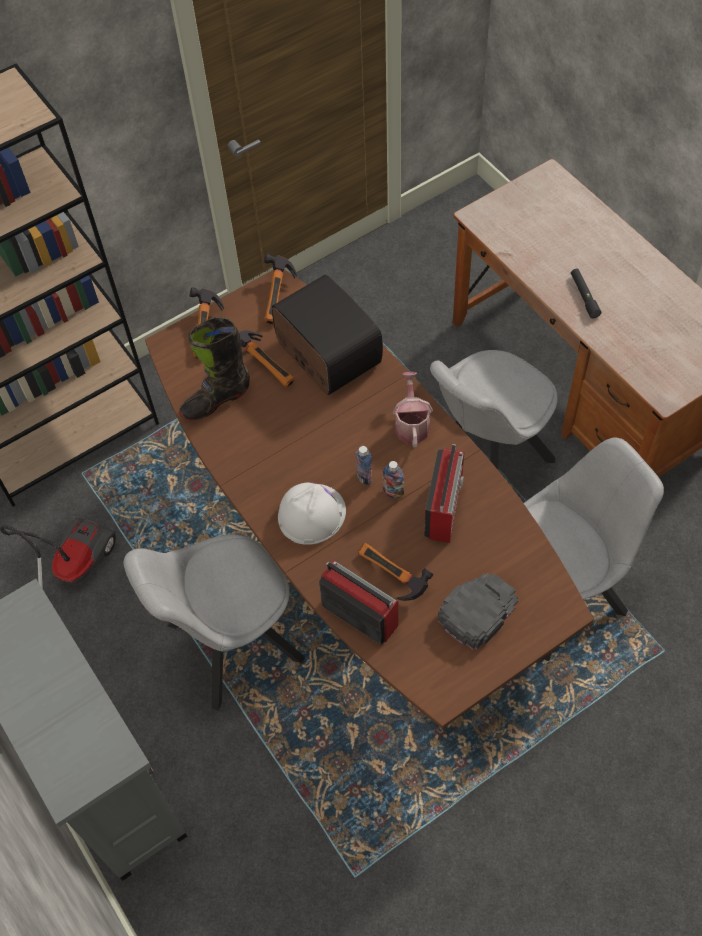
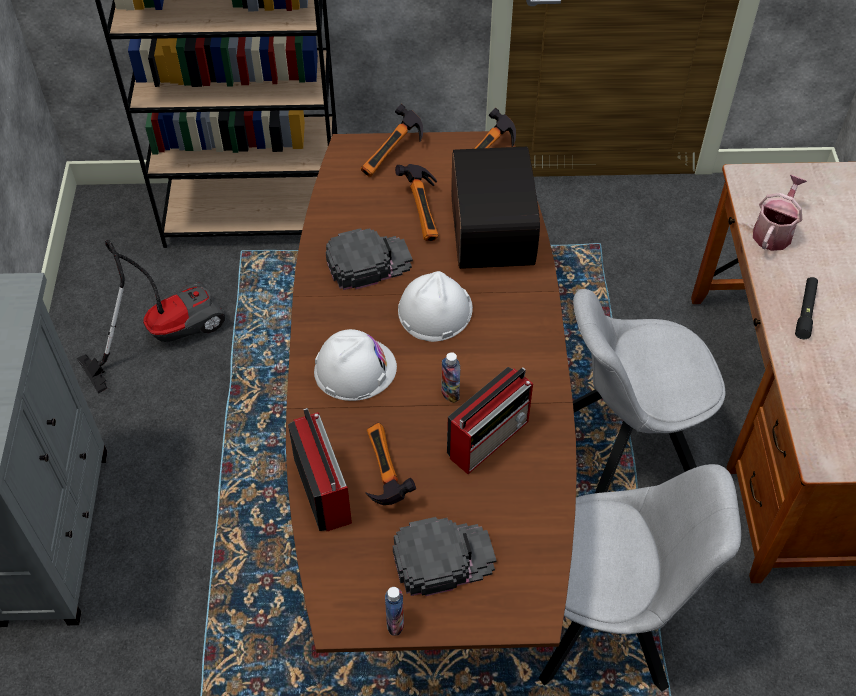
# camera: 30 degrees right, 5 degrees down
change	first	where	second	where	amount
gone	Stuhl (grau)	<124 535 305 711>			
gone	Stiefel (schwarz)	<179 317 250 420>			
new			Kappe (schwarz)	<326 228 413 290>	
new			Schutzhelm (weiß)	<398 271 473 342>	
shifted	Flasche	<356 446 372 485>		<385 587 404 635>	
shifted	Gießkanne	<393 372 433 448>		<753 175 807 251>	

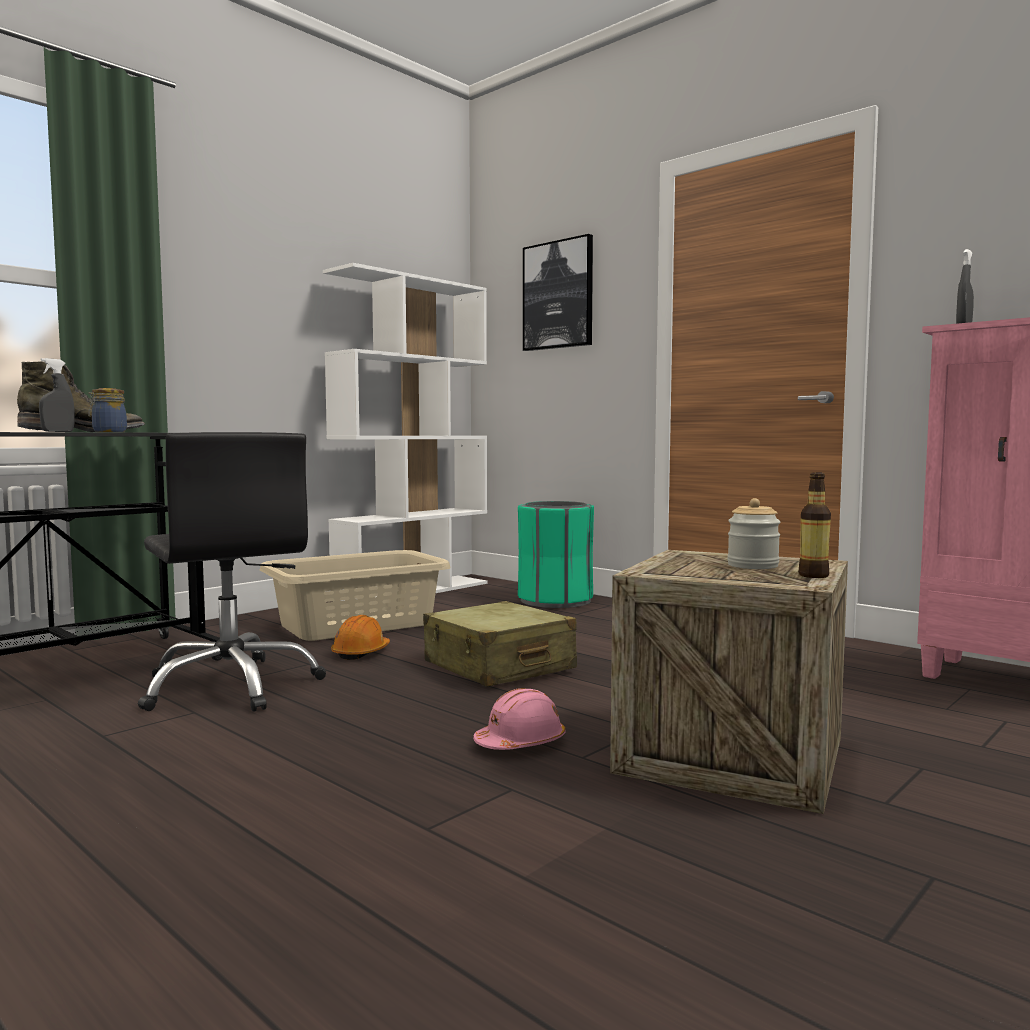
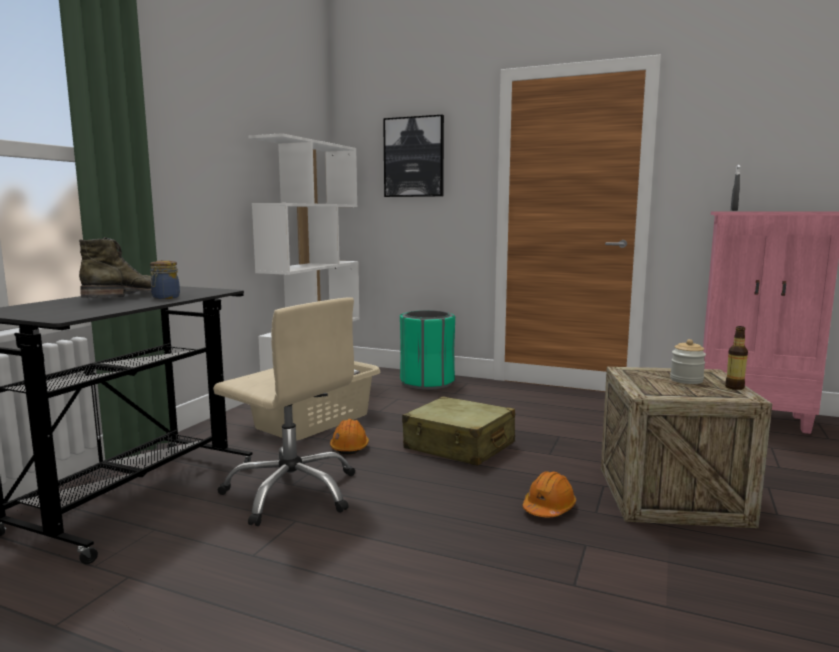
# camera: 20 degrees left, 5 degrees up
change	first	where	second	where	amount
gone	Sprühflasche (grau)	<39 358 75 432>			
repainted	Bürostuhl (schwarz)	<138 432 326 712>	Bürostuhl (beige)	<213 297 355 526>	
repainted	Schutzhelm (rosa)	<473 688 566 750>	Schutzhelm (orange)	<522 471 576 517>	

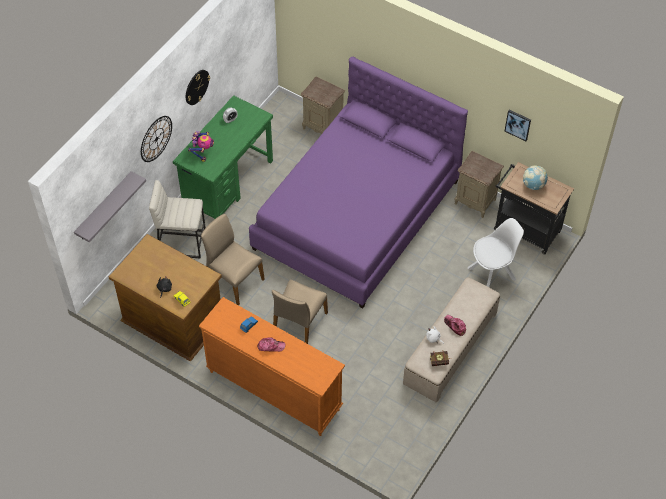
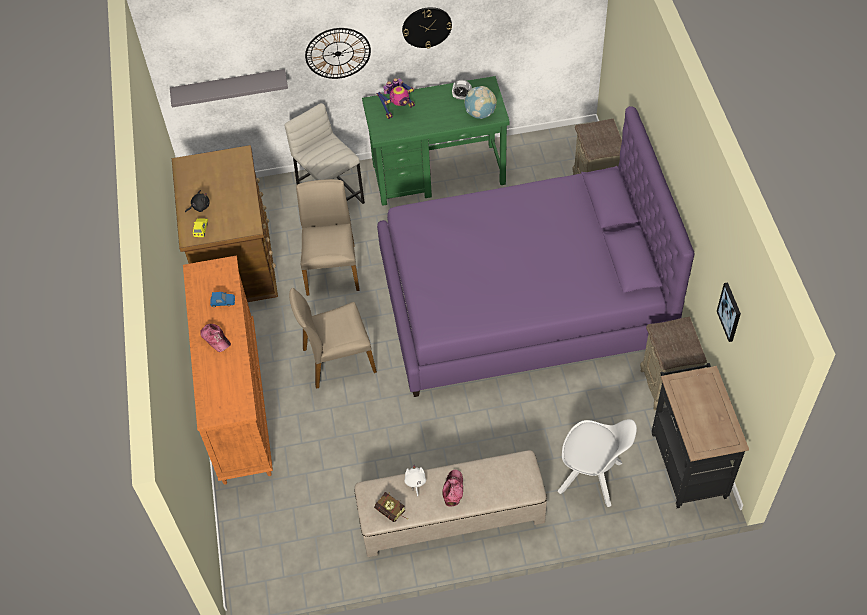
# camera: 50 degrees right, 0 degrees up
change	first	where	second	where	amount
shifted	Globus	<523 166 548 190>		<464 86 497 119>	

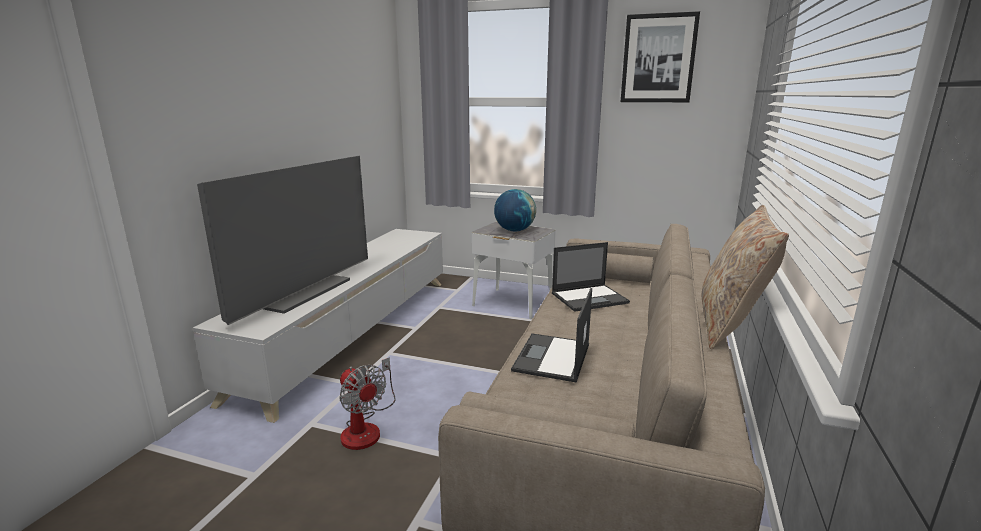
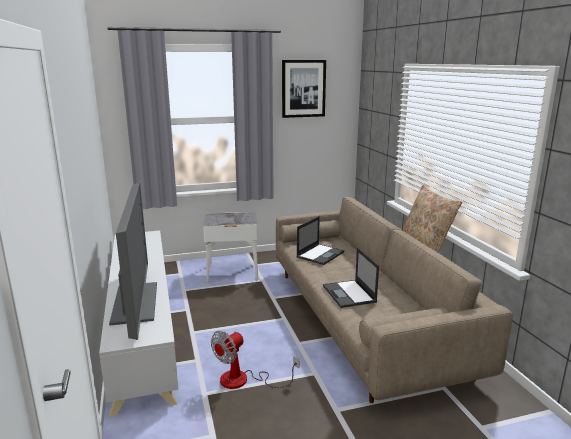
# camera: 35 degrees left, 0 degrees up
change	first	where	second	where	amount
gone	Globus	<494 189 536 231>			
rotated	Ventilator	<339 357 396 450>		<211 331 299 389>	120 degrees clockwise

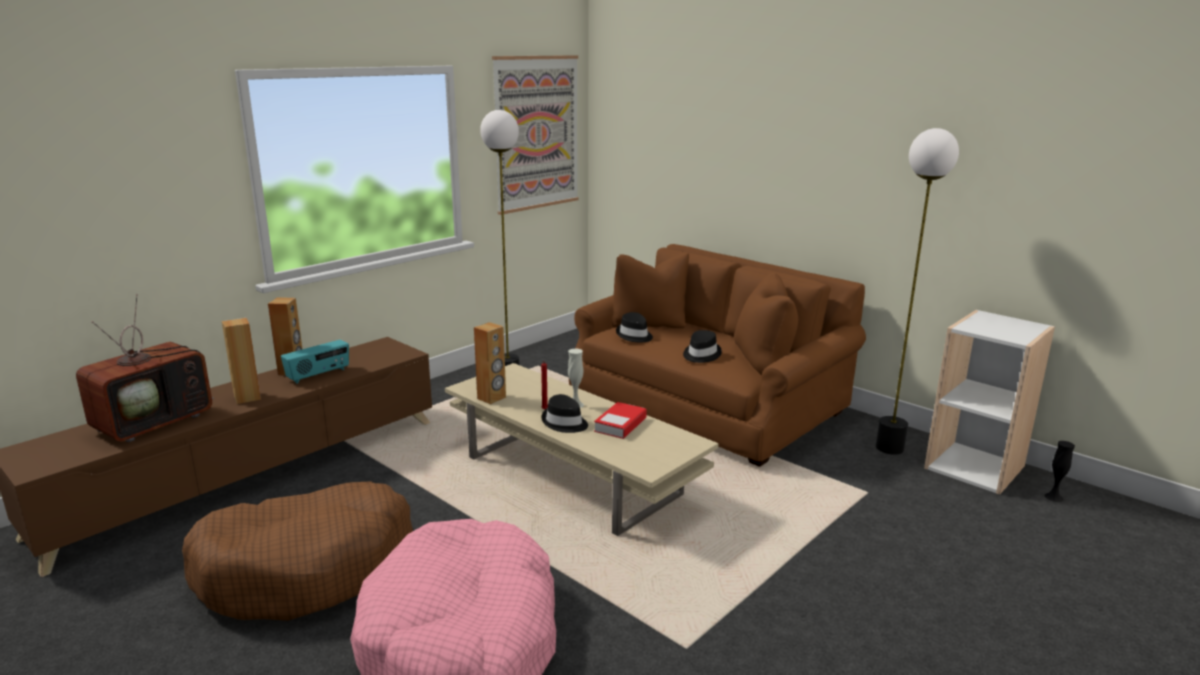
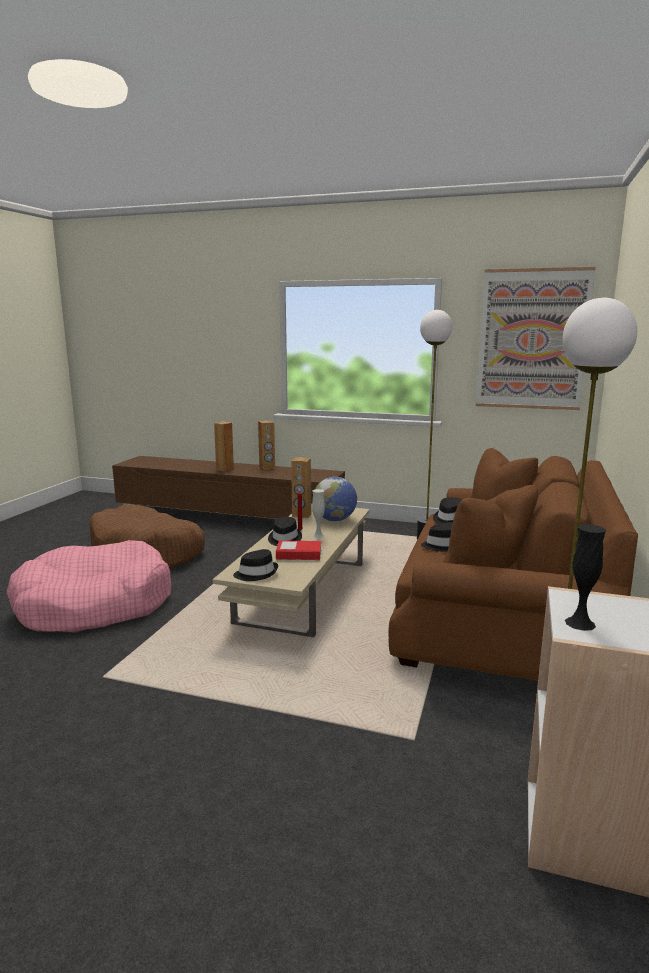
# camera: 65 degrees right, 5 degrees down
change	first	where	second	where	amount
gone	Fernseher	<76 294 215 442>			
gone	Radio	<281 340 349 384>			
new			Hut (schwarz)	<233 549 278 581>	
new			Globus	<315 477 357 521>	
shifted	Vase (schwarz)	<1044 441 1075 502>		<565 524 606 631>	

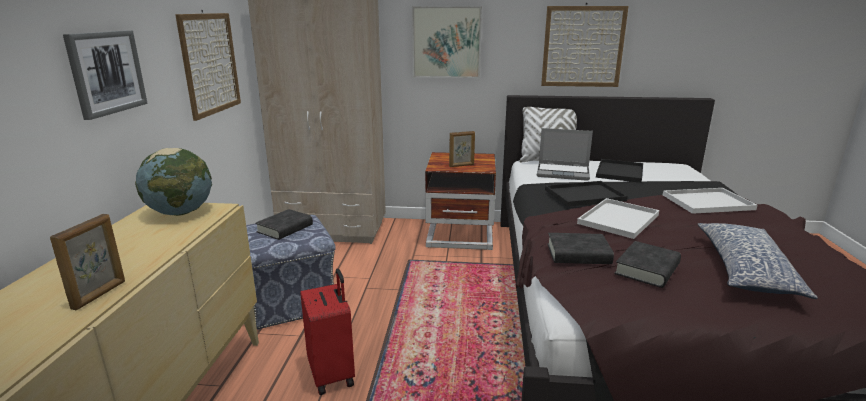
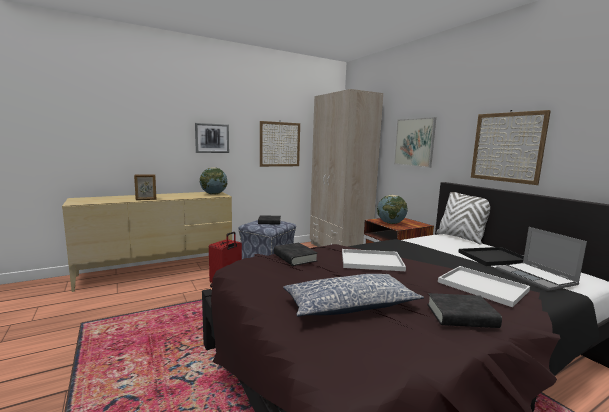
# camera: 55 degrees right, 10 degrees down
change	first	where	second	where	amount
gone	Tablett (schwarz)	<545 181 628 207>			
shifted	Laptop	<537 128 593 181>		<496 227 587 291>	
shifted	Buch (schwarz)	<614 241 681 288>		<427 293 502 328>	
swapped	Bilderrahmen	<449 131 475 167>	Globus	<377 195 408 224>	

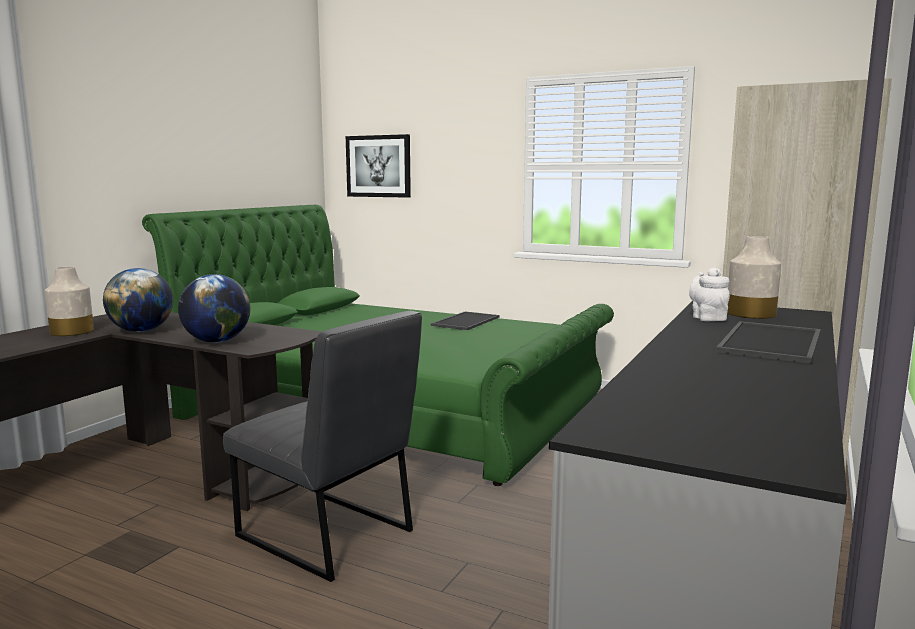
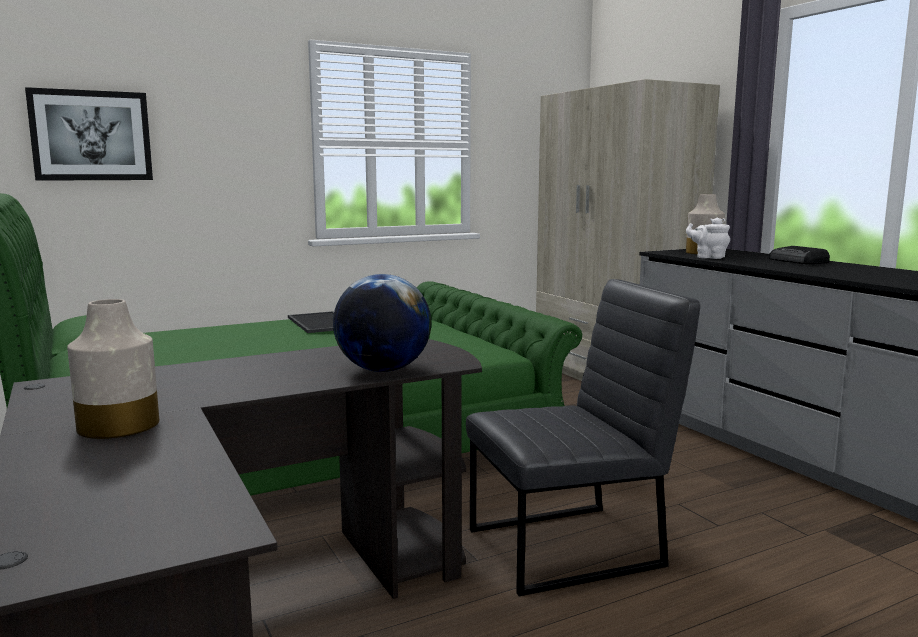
# camera: 55 degrees left, 0 degrees up
change	first	where	second	where	amount
gone	Globus	<103 268 173 332>			
swapped	Tablett	<716 321 821 364>	Radio	<769 246 830 264>	

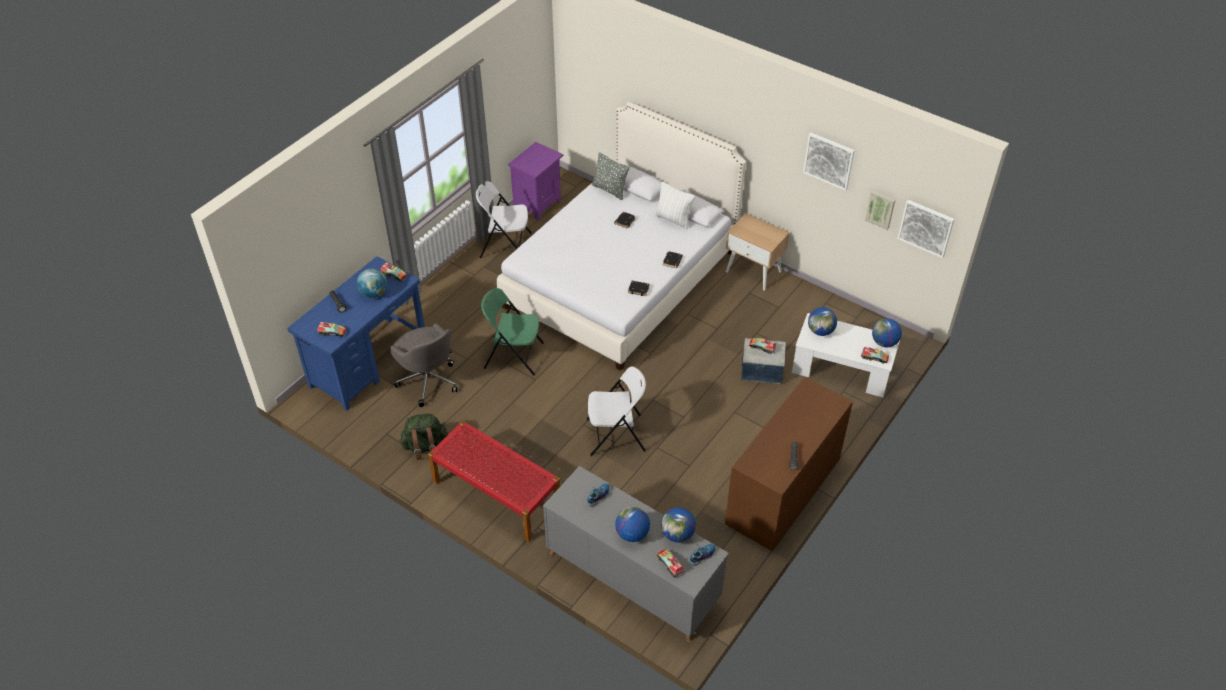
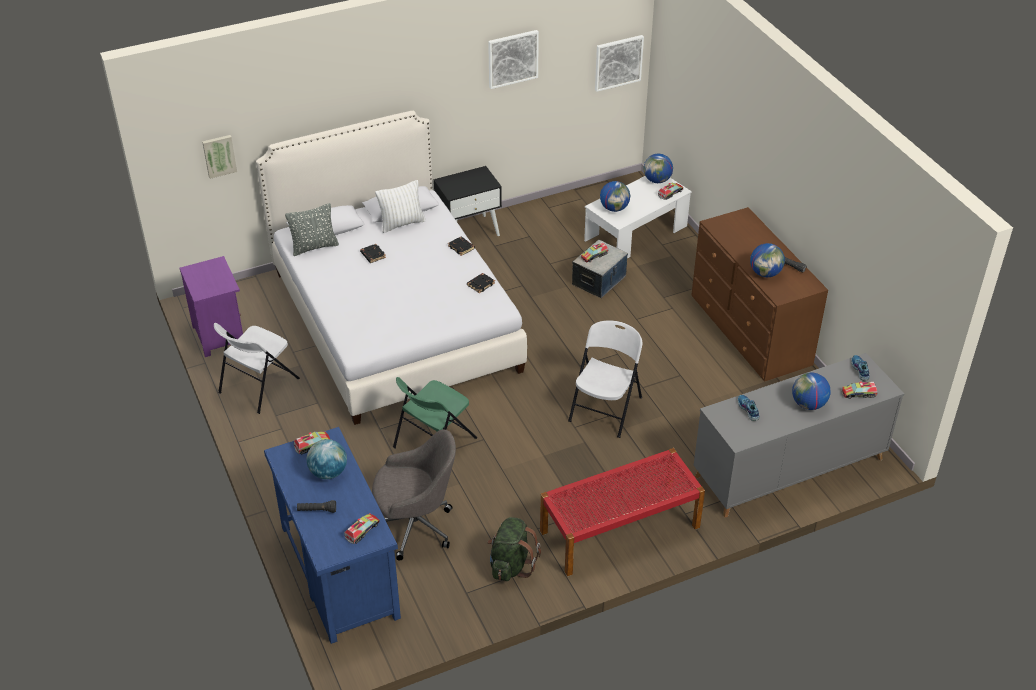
# camera: 60 degrees left, 5 degrees down
change	first	where	second	where	amount
shifted	Globus	<661 507 696 543>		<750 243 785 277>	
shifted	Bild	<865 190 895 230>		<202 135 237 179>	
repainted	Nachttisch (beige)	<726 213 789 290>	Nachttisch (schwarz)	<433 166 502 236>	

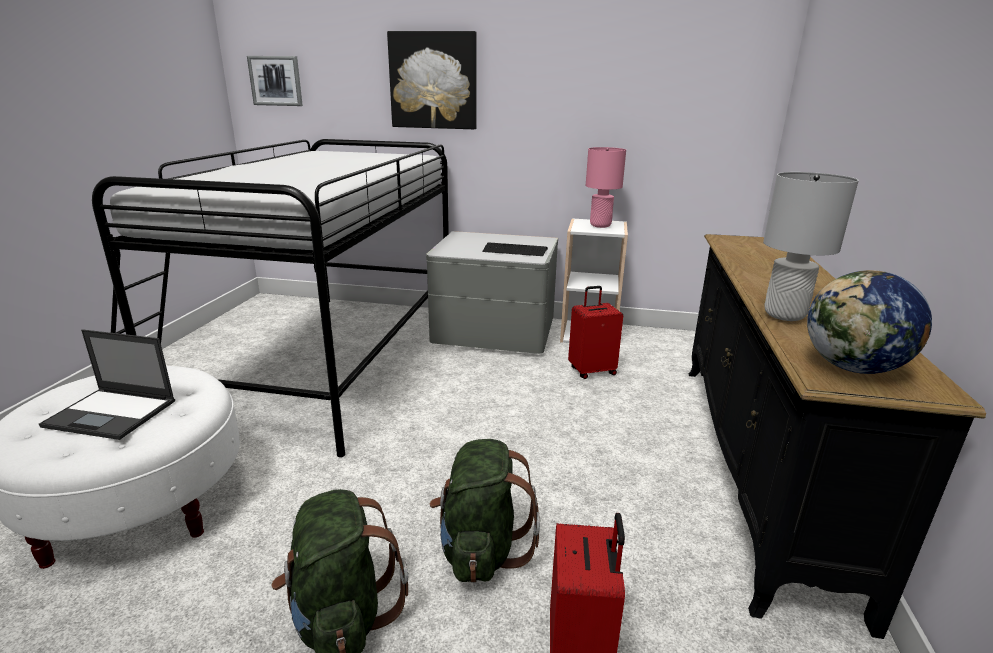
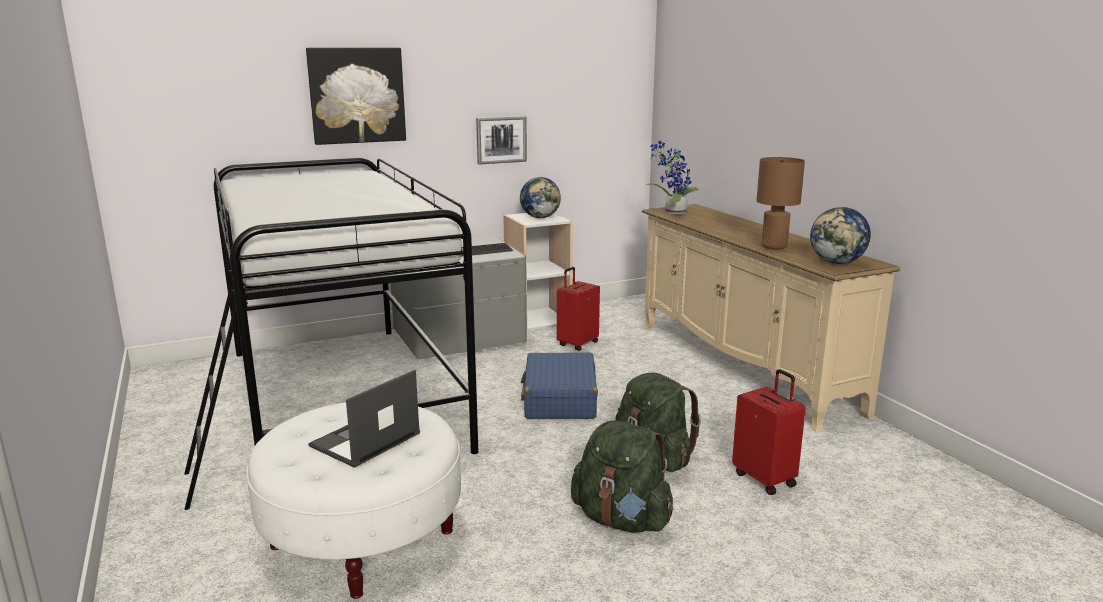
# camera: 35 degrees left, 5 degrees down
change	first	where	second	where	amount
new			Koffer (blau)	<521 353 598 419>	
new			Topfpflanze	<646 141 699 215>	
shifted	Bild	<247 56 303 106>		<476 116 527 165>	
swapped	Tischlampe (rosa)	<586 147 626 228>	Globus	<520 177 561 218>	
repainted	Kommode (schwarz)	<689 234 986 639>	Kommode (beige)	<642 204 900 432>	
repainted	Tischlampe (grau)	<763 172 859 321>	Tischlampe (braun)	<756 157 805 250>	
rotated	Laptop	<39 329 175 440>		<308 370 420 468>	150 degrees clockwise

